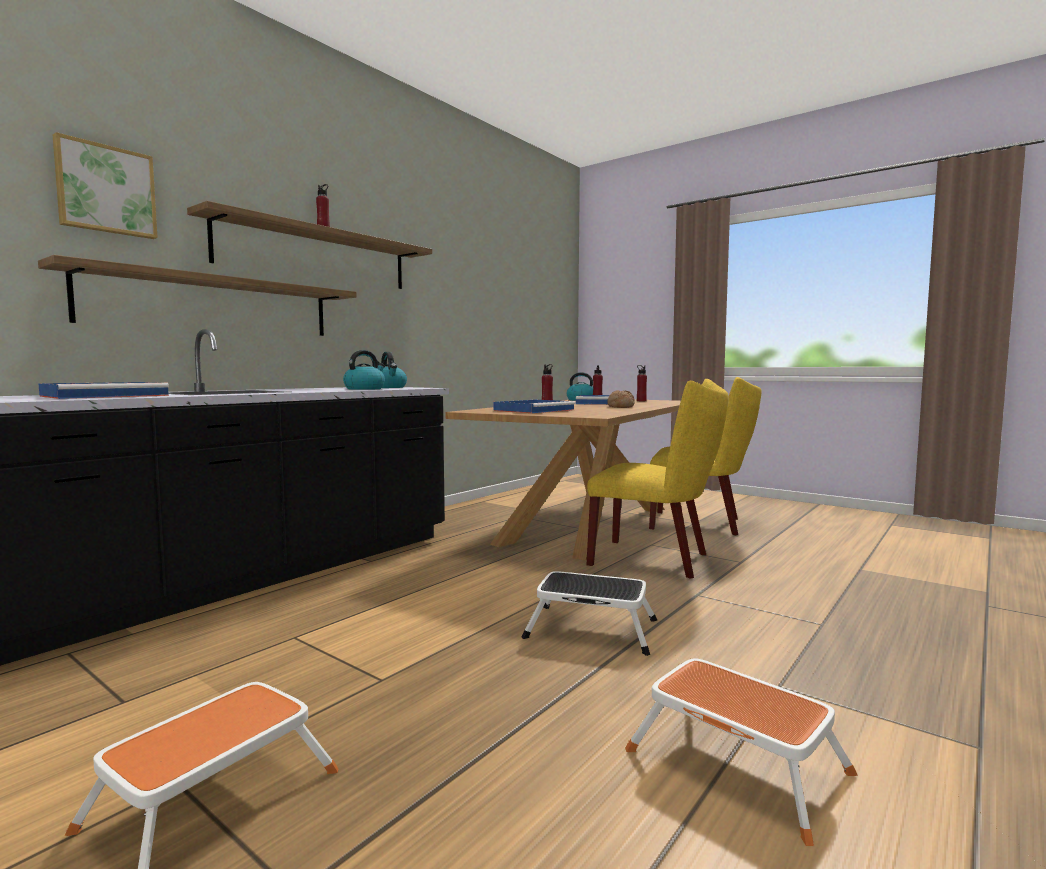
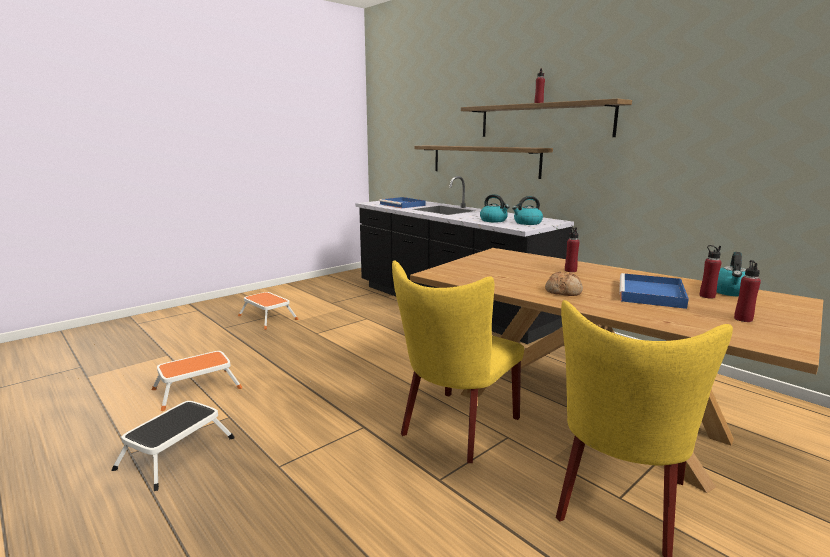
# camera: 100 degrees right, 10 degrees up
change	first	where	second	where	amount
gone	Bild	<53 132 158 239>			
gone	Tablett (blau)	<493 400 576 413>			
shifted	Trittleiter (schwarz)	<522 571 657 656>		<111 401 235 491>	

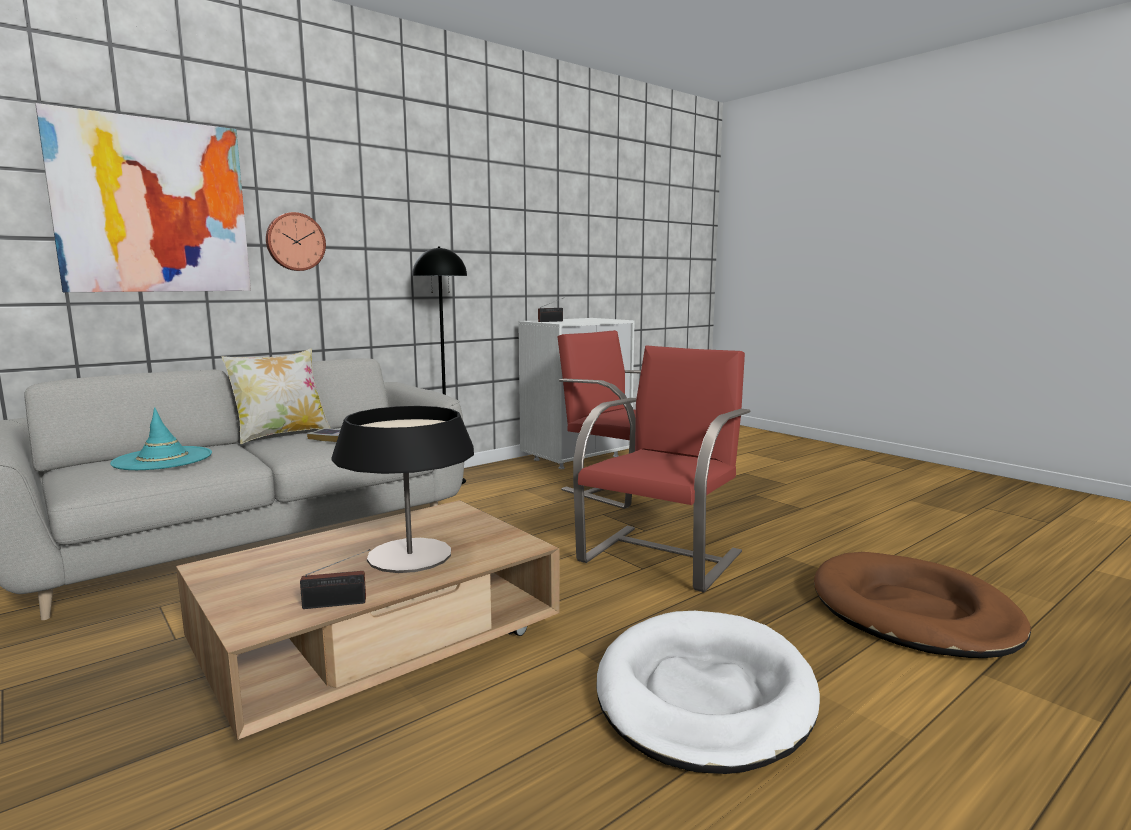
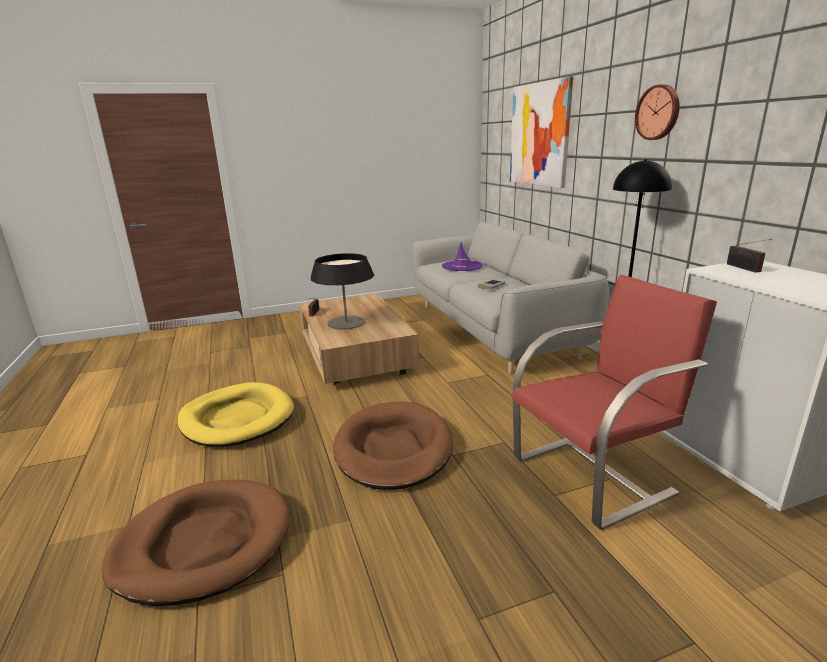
# camera: 110 degrees right, 10 degrees up
change	first	where	second	where	amount
gone	Kissen	<221 349 330 444>			
shifted	Wanduhr	<266 212 326 271>		<635 85 680 140>	
swapped	Sessel (rot)	<573 345 751 592>	Hundebett (braun)	<333 401 453 490>	
repainted	Hut (türkis)	<110 407 212 470>	Hut (lila)	<442 242 483 271>	
repainted	Hundebett (weiß)	<596 611 820 774>	Hundebett (gelb)	<178 382 294 447>	

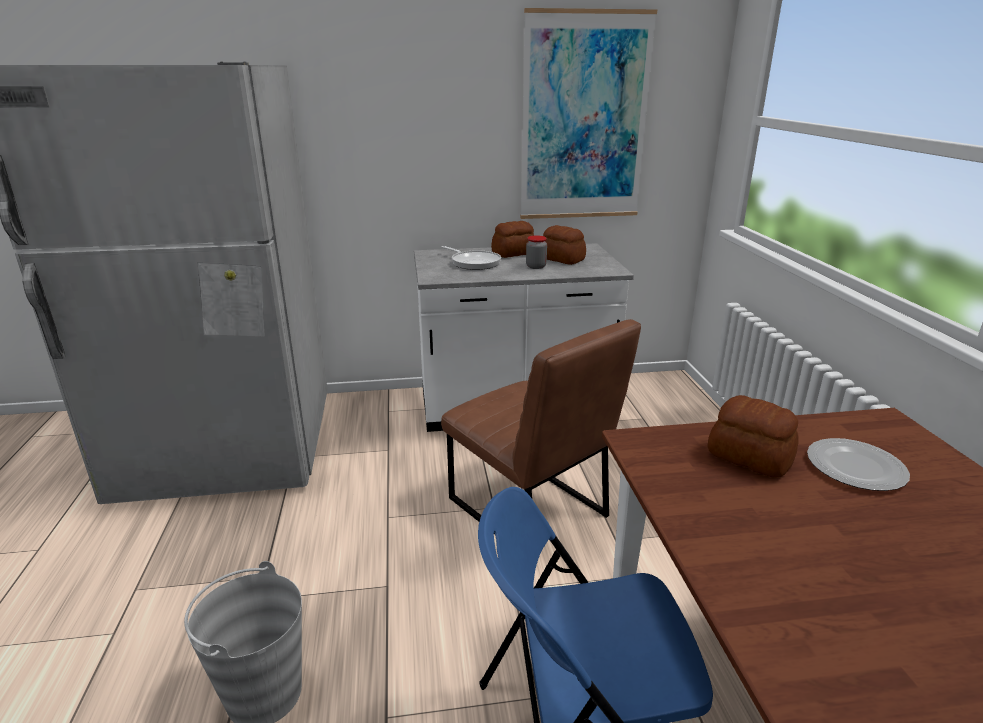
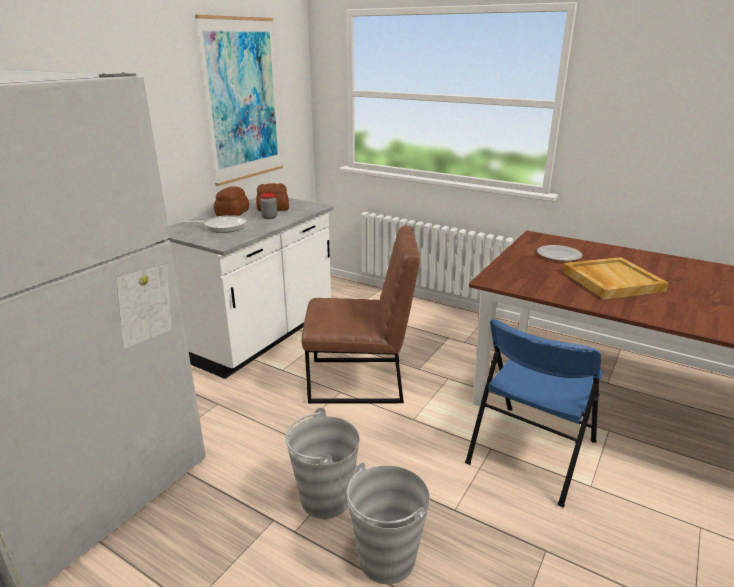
# camera: 50 degrees left, 0 degrees up
change	first	where	second	where	amount
gone	Brot	<707 395 799 477>			
new			Eimer (grau)	<285 408 360 519>	
new			Tablett (beige)	<562 257 668 300>	

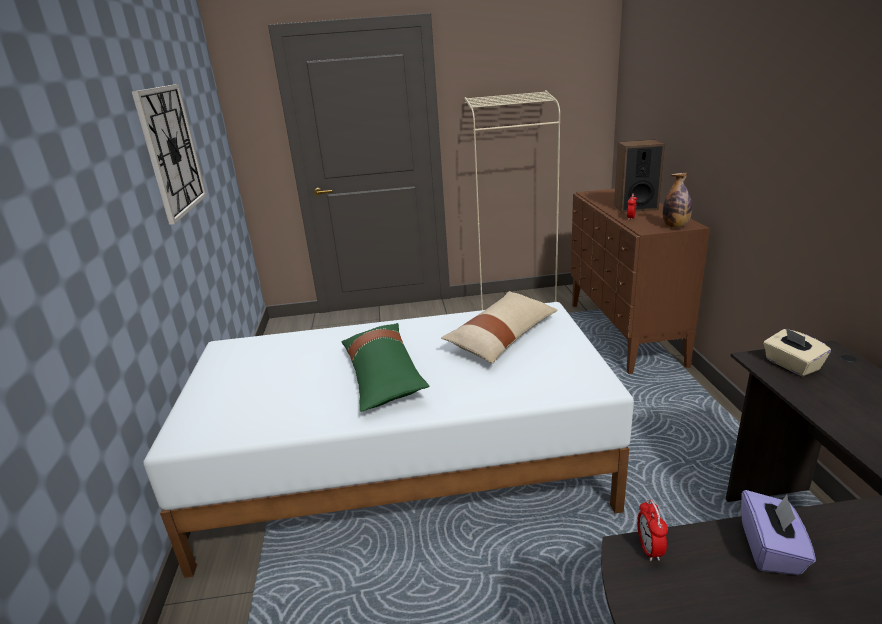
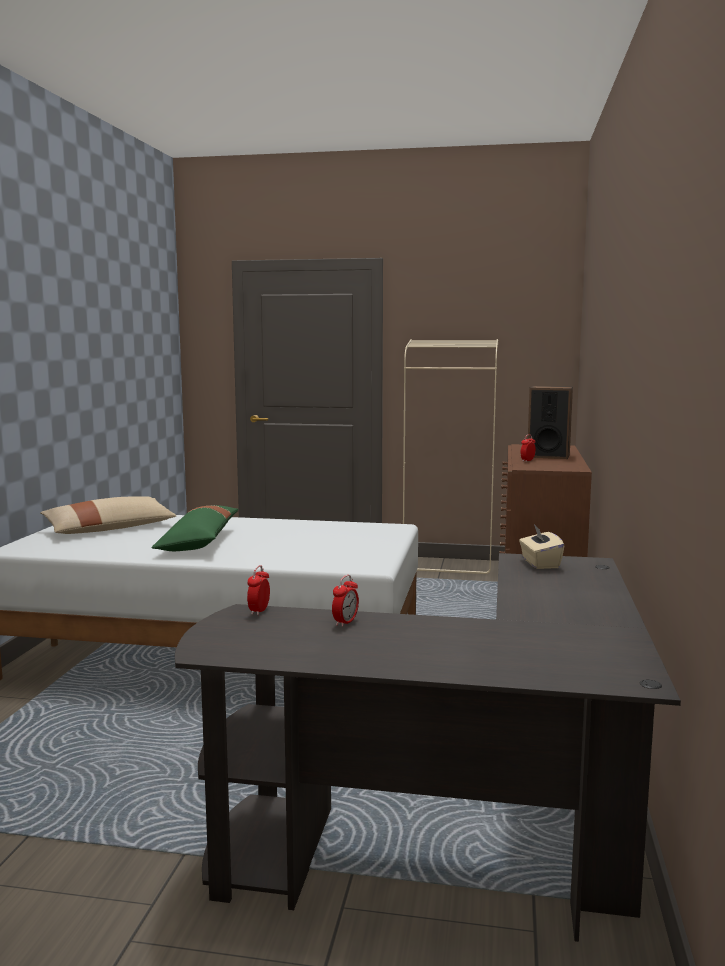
# camera: 15 degrees right, 15 degrees down
change	first	where	second	where	amount
gone	Wanduhr	<132 84 207 225>			
gone	Flasche	<663 173 692 228>			
shifted	Kissen (beige)	<441 291 557 364>		<40 496 176 534>	
swapped	Taschentuchbox (lila)	<741 490 816 575>	Wecker	<332 575 359 627>	

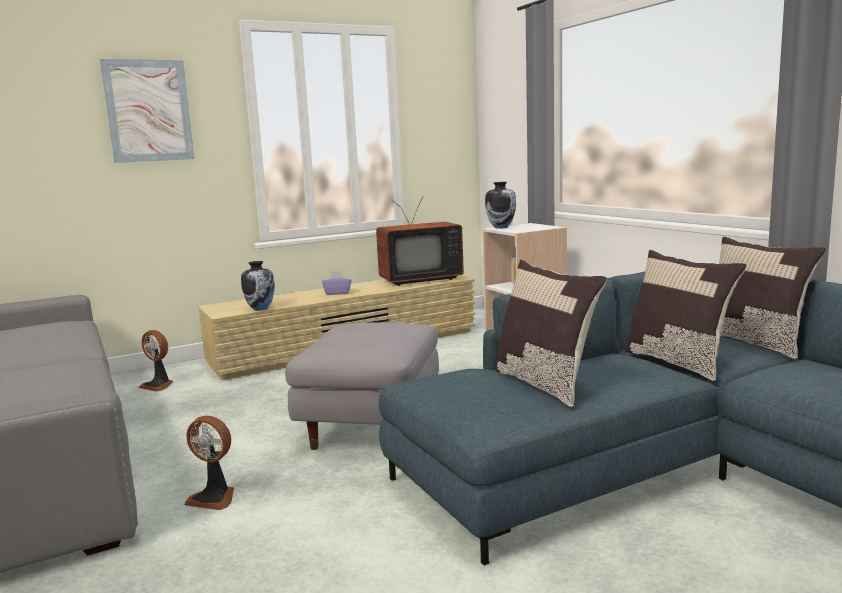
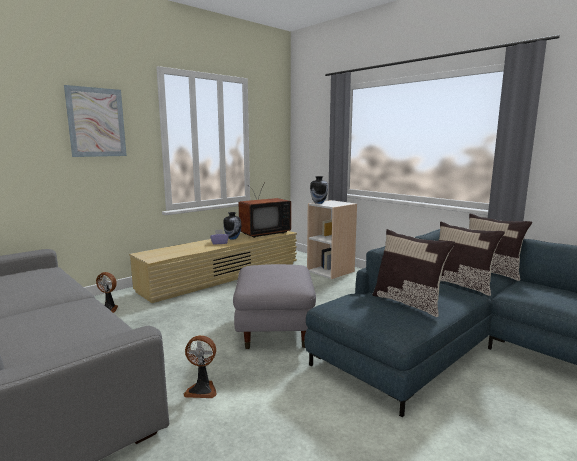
# camera: 15 degrees left, 0 degrees up
change	first	where	second	where	amount
shifted	Vase	<241 261 275 311>		<223 212 241 240>	

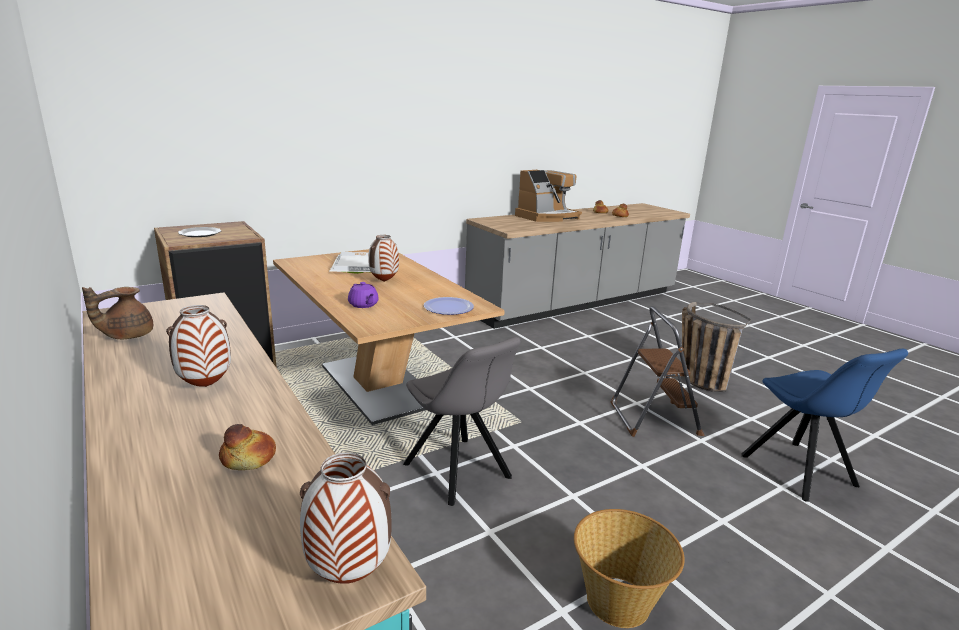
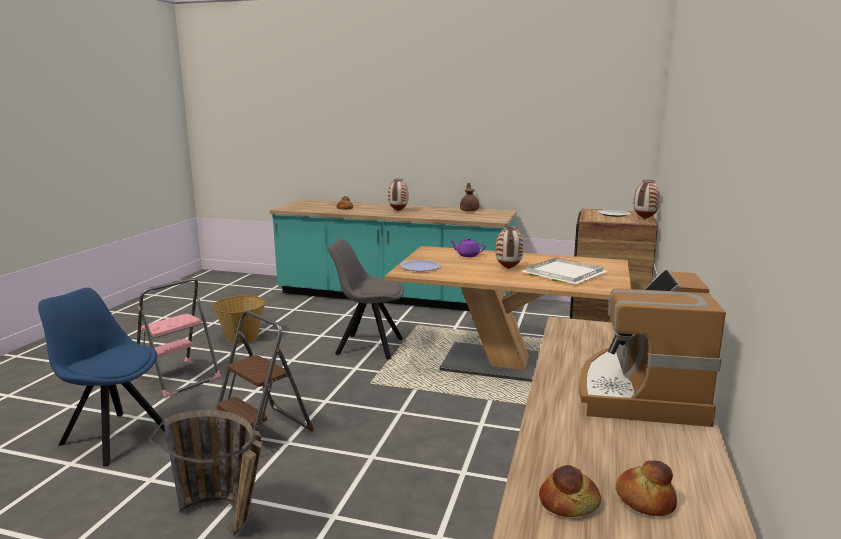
# camera: 140 degrees right, 5 degrees down
change	first	where	second	where	amount
new			Trittleiter (rosa)	<135 278 221 398>	
shifted	Vase	<300 452 392 584>		<633 180 660 219>	

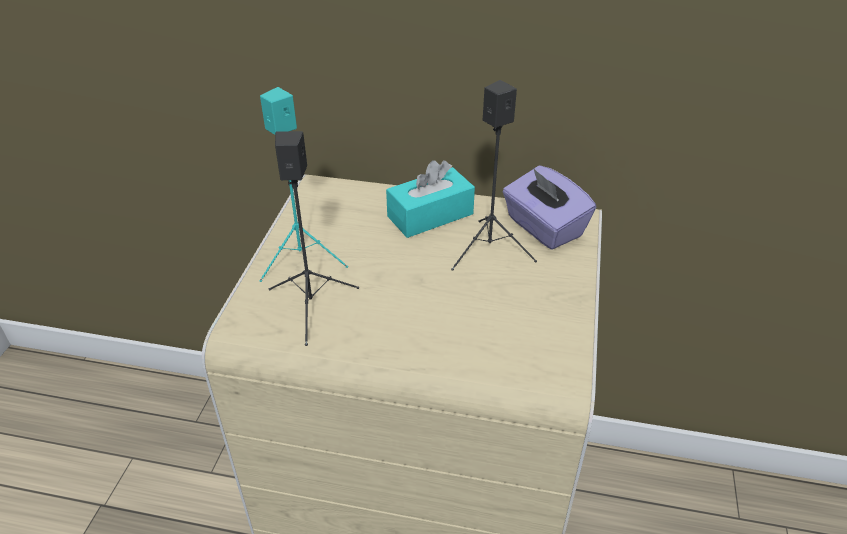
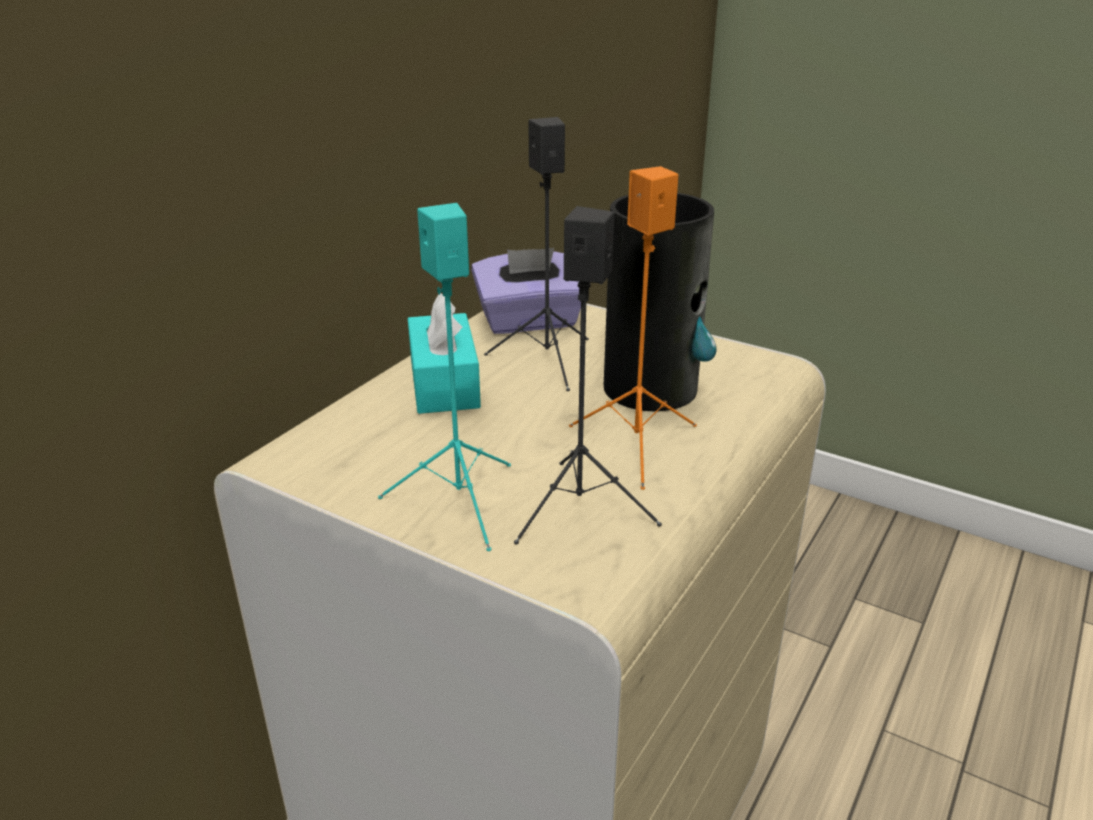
# camera: 70 degrees left, 10 degrees down
change	first	where	second	where	amount
new			Lautsprecher (orange)	<569 166 697 490>	
new			Vase	<604 193 717 411>	

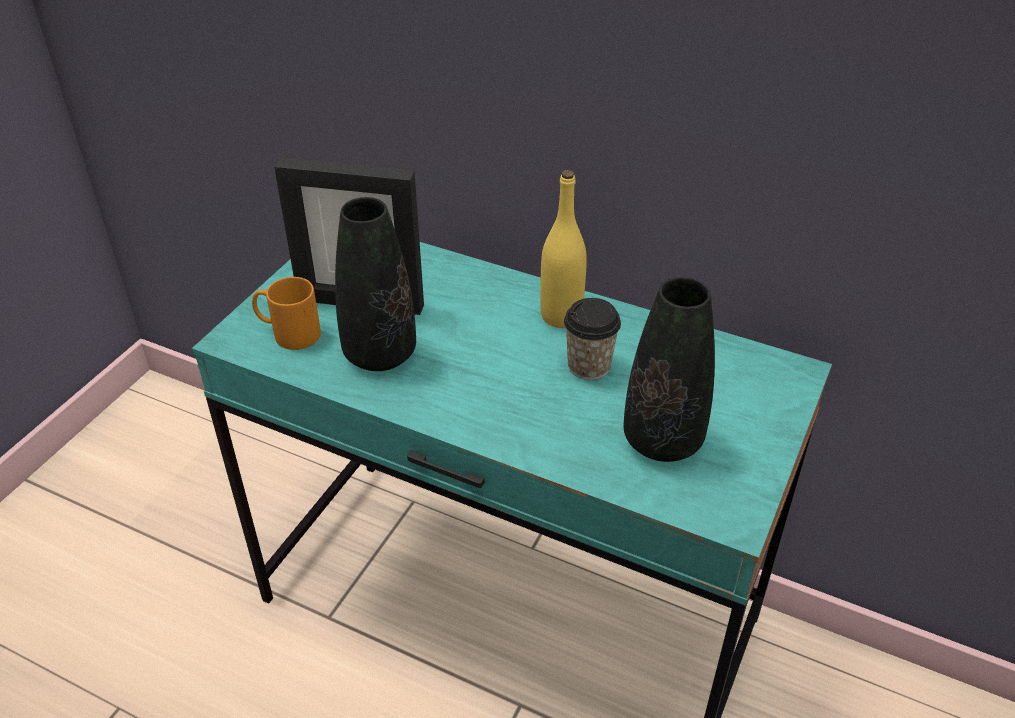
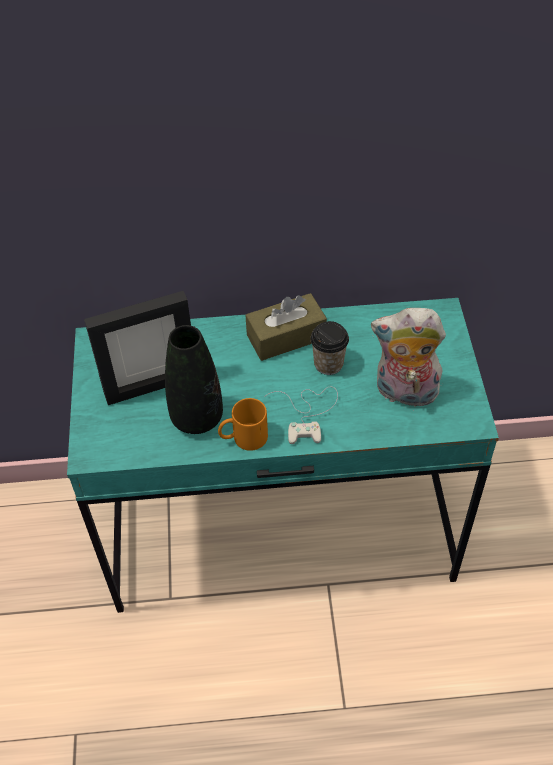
# camera: 30 degrees left, 10 degrees up
change	first	where	second	where	amount
new			Gamepad (weiß)	<264 386 338 444>	
shifted	Henkelbecher (orange)	<252 277 321 350>		<218 398 268 451>	
swapped	Flasche (gelb)	<540 170 587 328>	Taschentuchbox (braun)	<245 293 327 361>	
swapped	Vase (schwarz)	<624 277 715 462>	Plüschtier	<371 308 446 411>	

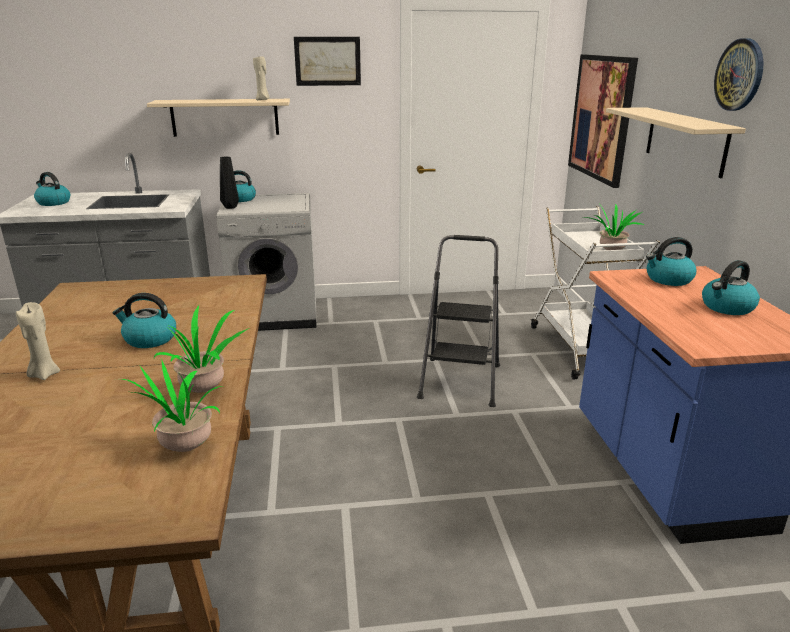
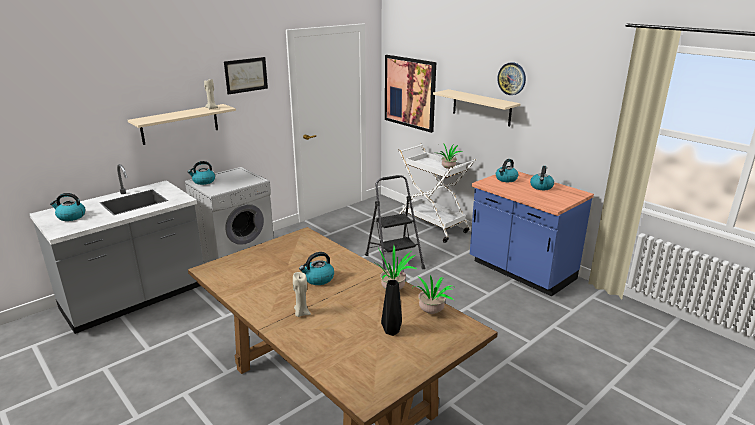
# camera: 35 degrees left, 0 degrees up
change	first	where	second	where	amount
shifted	Vase (schwarz)	<220 156 239 209>		<381 280 402 336>	

